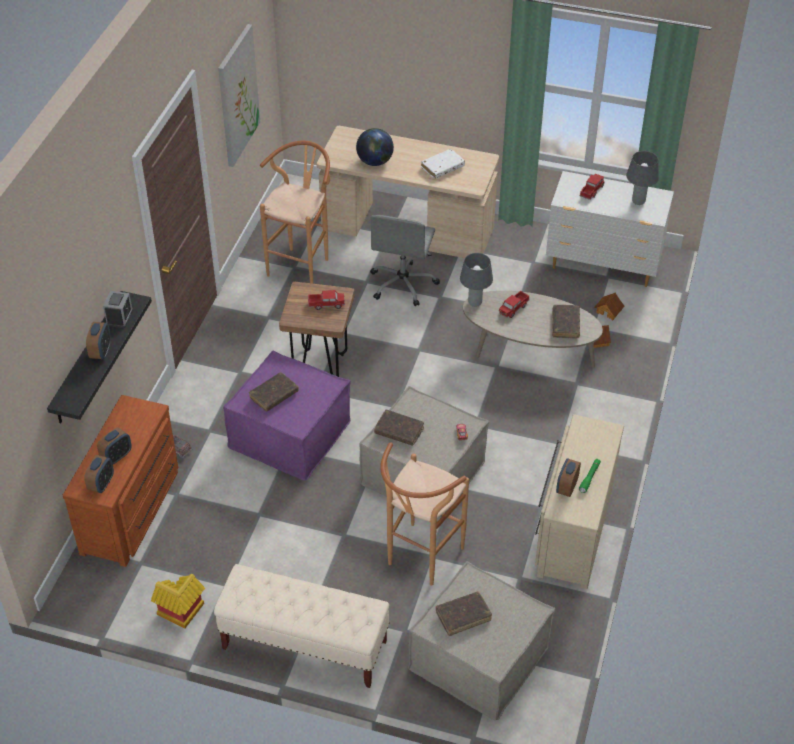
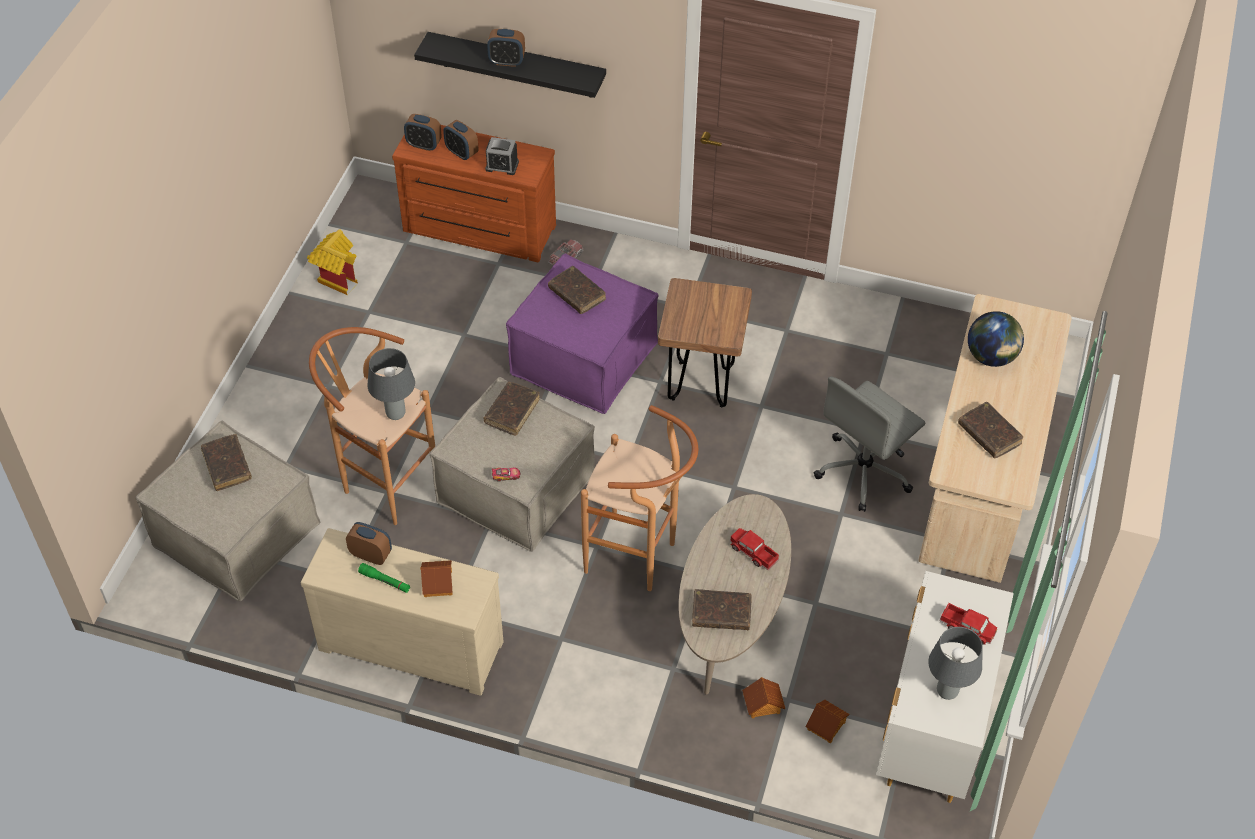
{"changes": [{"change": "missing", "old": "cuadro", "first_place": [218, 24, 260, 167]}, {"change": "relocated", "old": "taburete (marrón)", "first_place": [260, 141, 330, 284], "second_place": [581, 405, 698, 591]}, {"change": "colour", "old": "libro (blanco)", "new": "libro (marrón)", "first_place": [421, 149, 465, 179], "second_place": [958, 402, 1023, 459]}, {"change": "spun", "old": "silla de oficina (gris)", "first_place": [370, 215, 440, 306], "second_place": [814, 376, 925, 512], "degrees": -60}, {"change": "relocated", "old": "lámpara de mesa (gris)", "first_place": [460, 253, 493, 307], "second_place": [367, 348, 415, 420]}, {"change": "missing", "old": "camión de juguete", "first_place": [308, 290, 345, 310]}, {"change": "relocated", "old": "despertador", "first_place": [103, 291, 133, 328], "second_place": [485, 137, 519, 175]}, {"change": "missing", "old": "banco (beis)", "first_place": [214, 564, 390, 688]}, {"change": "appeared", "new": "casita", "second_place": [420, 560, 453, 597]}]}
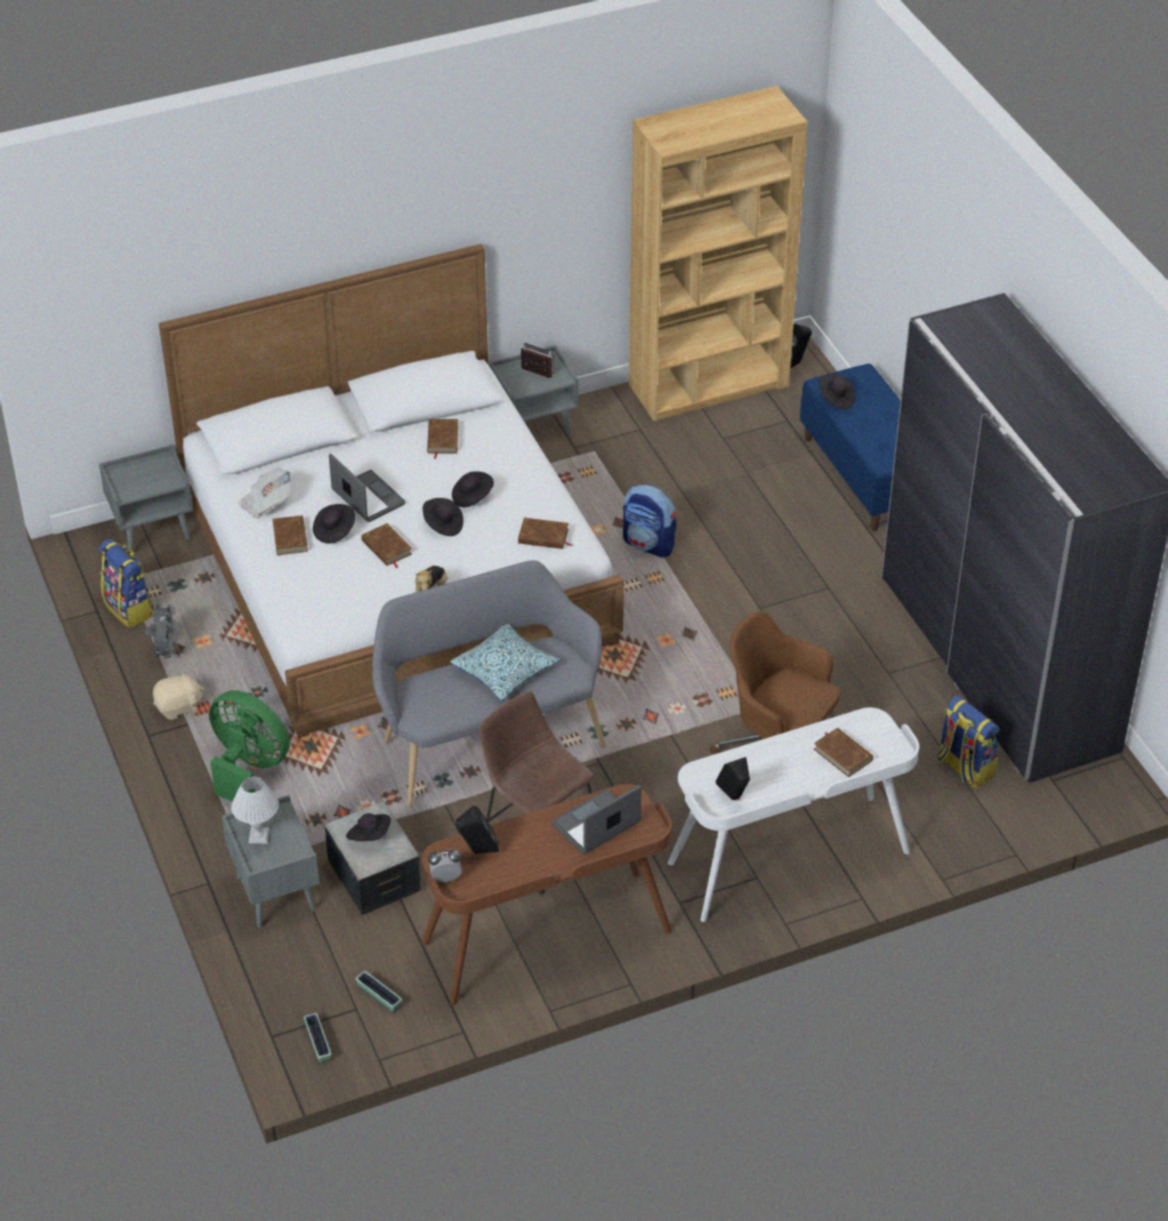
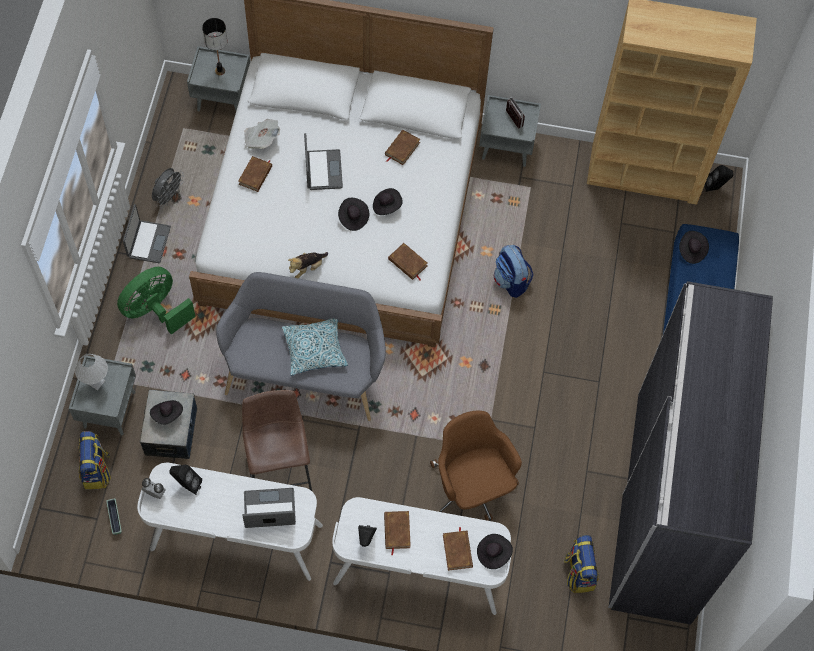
{"changes": [{"change": "relocated", "old": "sombrero (negro)", "first_place": [313, 504, 355, 544], "second_place": [477, 534, 513, 569]}, {"change": "relocated", "old": "libro (marrón)", "first_place": [361, 523, 412, 568], "second_place": [384, 511, 411, 555]}, {"change": "relocated", "old": "mochila", "first_place": [99, 539, 154, 628], "second_place": [79, 431, 111, 490]}, {"change": "exchanged", "old": "peluche (beis)", "new": "portátil", "first_place": [153, 670, 204, 720], "second_place": [123, 204, 171, 263]}, {"change": "spun", "old": "ventilador (verde)", "first_place": [209, 690, 290, 802], "second_place": [117, 267, 196, 335], "degrees": -105}, {"change": "colour", "old": "escritorio (marrón)", "new": "escritorio (blanco)", "first_place": [422, 784, 672, 1006], "second_place": [137, 463, 323, 581]}, {"change": "missing", "old": "maceta", "first_place": [304, 1013, 331, 1063]}, {"change": "appeared", "new": "lámpara de mesa", "second_place": [202, 18, 228, 75]}]}
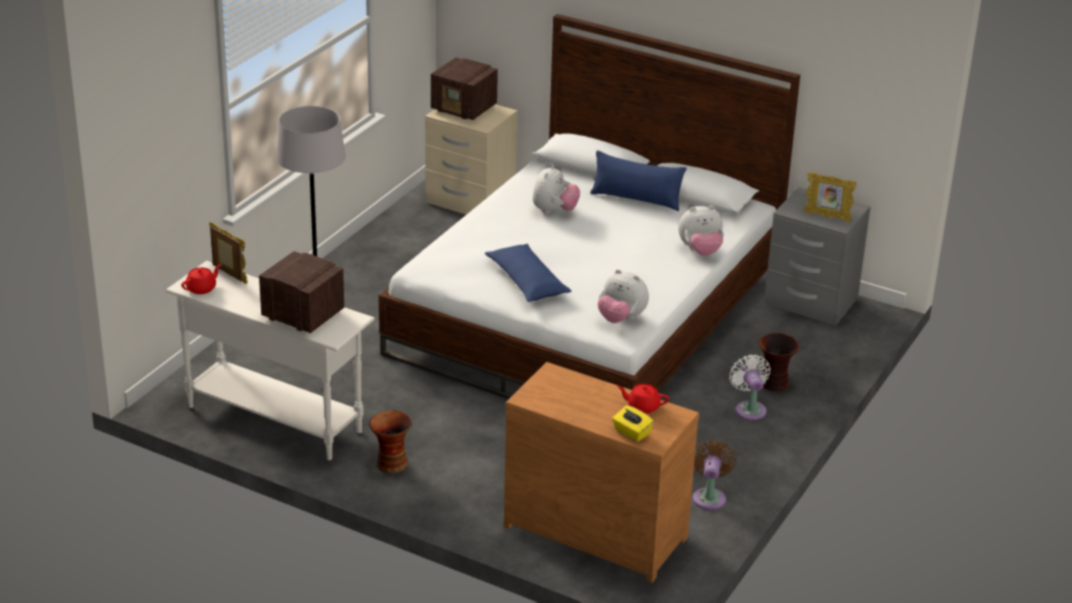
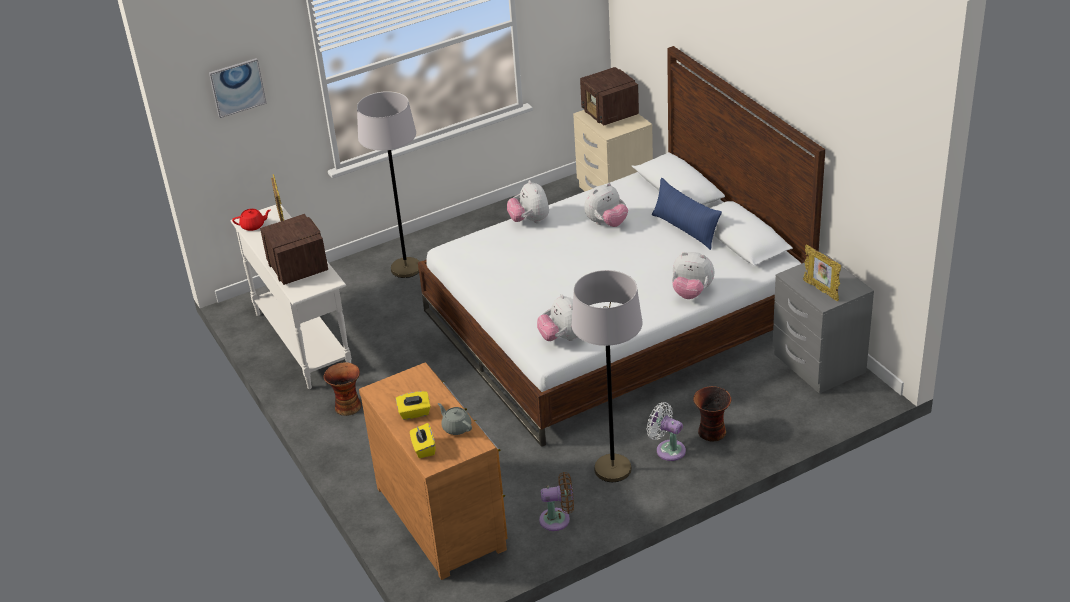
{"changes": [{"change": "missing", "old": "cojín (azul)", "first_place": [485, 244, 572, 302]}, {"change": "spun", "old": "ventilador (blanco)", "first_place": [729, 355, 771, 420], "second_place": [647, 402, 686, 461], "degrees": -75}, {"change": "colour", "old": "tetera (rojo)", "new": "tetera (gris)", "first_place": [617, 384, 669, 414], "second_place": [438, 403, 472, 435]}, {"change": "spun", "old": "ventilador (marrón)", "first_place": [693, 440, 736, 510], "second_place": [539, 472, 574, 531], "degrees": 45}, {"change": "appeared", "new": "cuadro", "second_place": [209, 58, 267, 118]}, {"change": "appeared", "new": "peluche", "second_place": [507, 180, 549, 223]}, {"change": "appeared", "new": "lámpara de pie (gris)", "second_place": [571, 270, 643, 482]}, {"change": "appeared", "new": "caja de pañuelos (amarillo)", "second_place": [396, 391, 431, 420]}]}
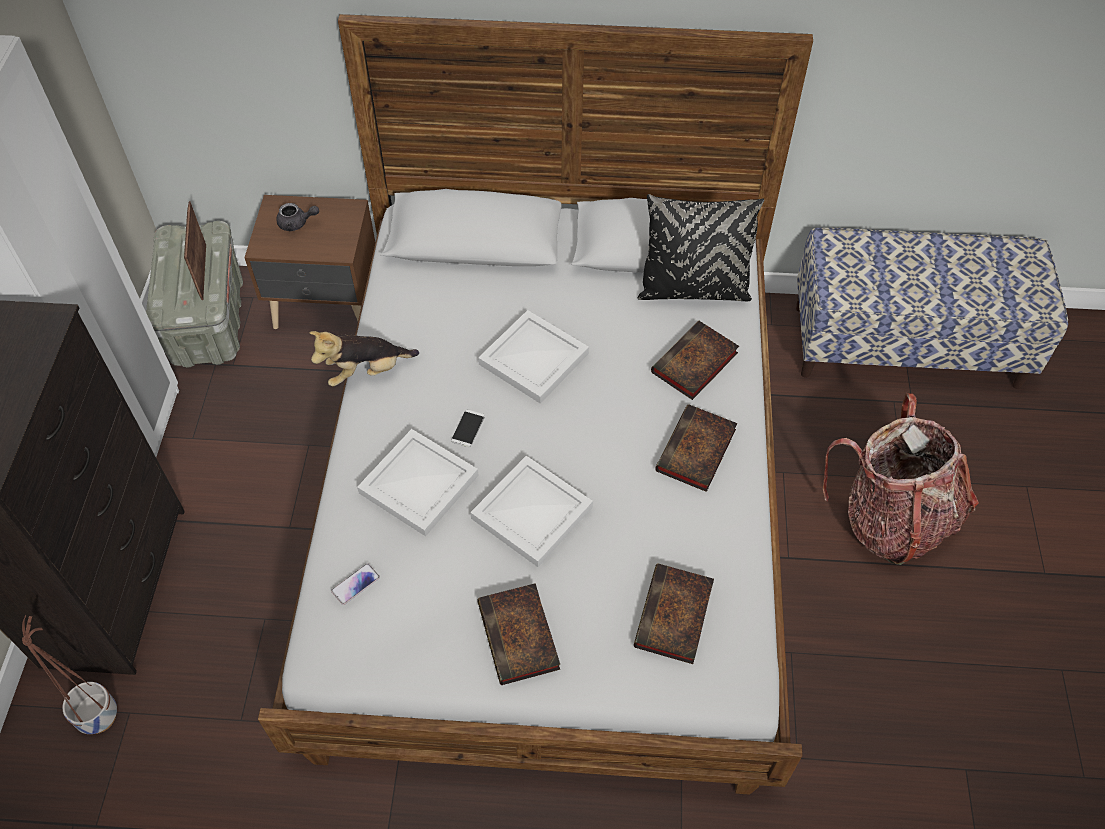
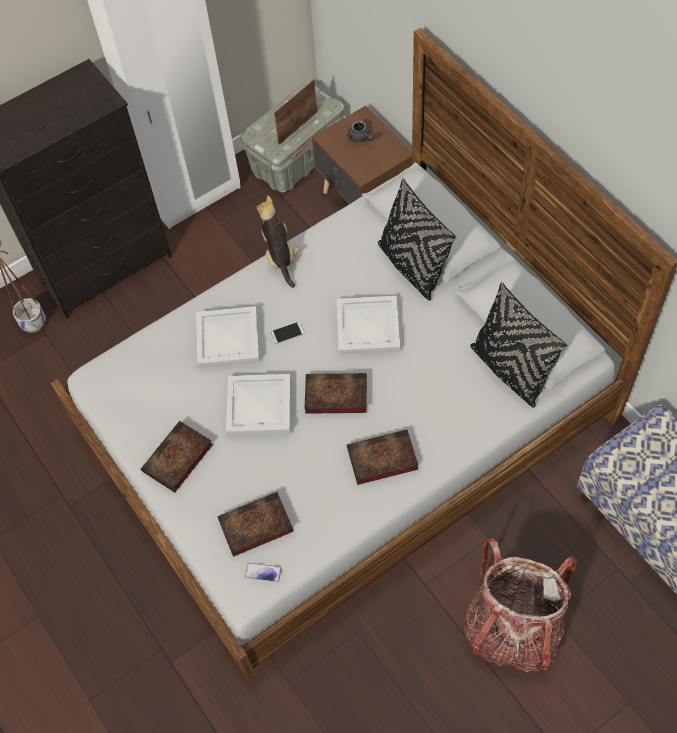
{"changes": [{"change": "relocated", "old": "libro", "first_place": [651, 321, 739, 400], "second_place": [304, 373, 367, 414]}, {"change": "spun", "old": "peluche", "first_place": [309, 331, 419, 386], "second_place": [257, 196, 299, 288], "degrees": 45}, {"change": "relocated", "old": "móvil", "first_place": [331, 563, 380, 605], "second_place": [245, 563, 281, 582]}, {"change": "appeared", "new": "cojín (negro)", "second_place": [378, 178, 457, 301]}]}
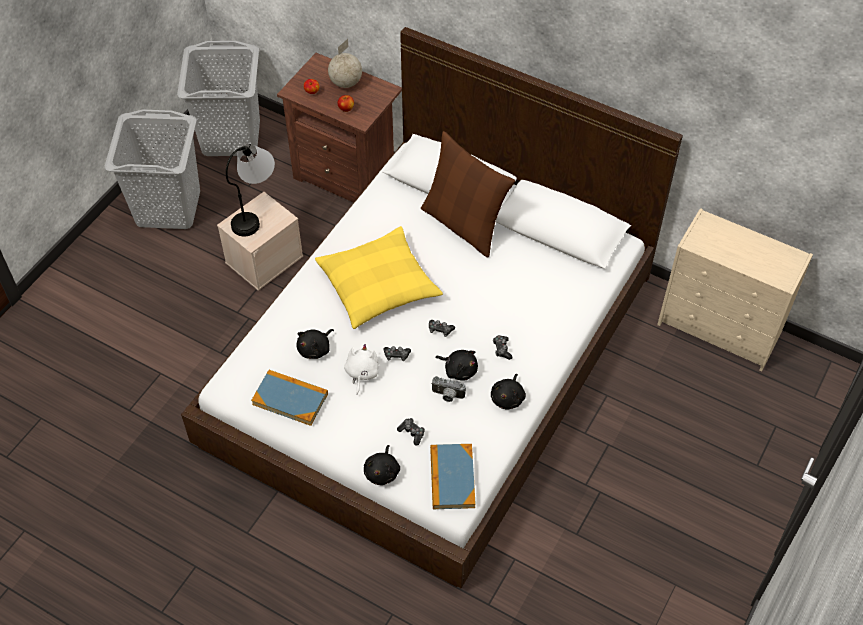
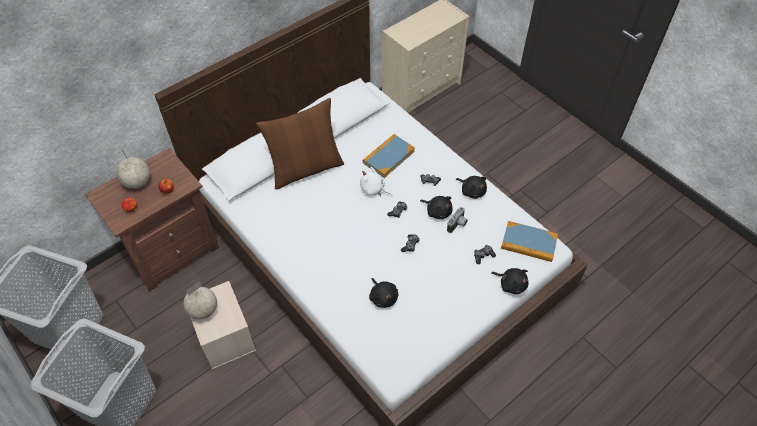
{"changes": [{"change": "exchanged", "old": "lámpara de mesa", "new": "globo terráqueo", "first_place": [226, 144, 275, 236], "second_place": [184, 282, 217, 319]}, {"change": "missing", "old": "cojín (amarillo)", "first_place": [315, 226, 443, 329]}, {"change": "relocated", "old": "peluche (blanco)", "first_place": [344, 344, 379, 395], "second_place": [360, 167, 392, 196]}, {"change": "spun", "old": "peluche (negro)", "first_place": [435, 350, 478, 381], "second_place": [420, 196, 453, 219], "degrees": 75}, {"change": "relocated", "old": "libro", "first_place": [251, 370, 328, 426], "second_place": [363, 134, 415, 178]}]}
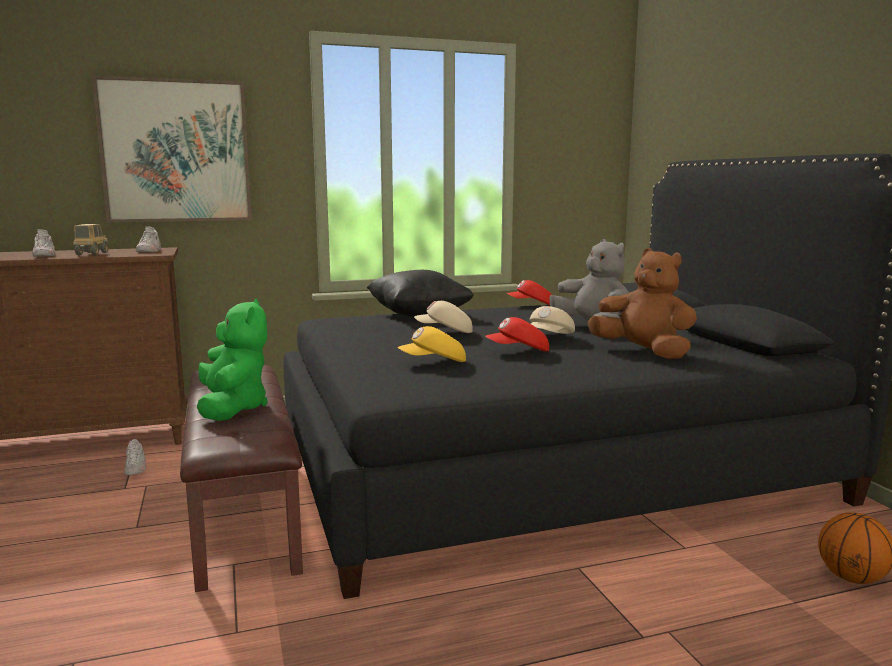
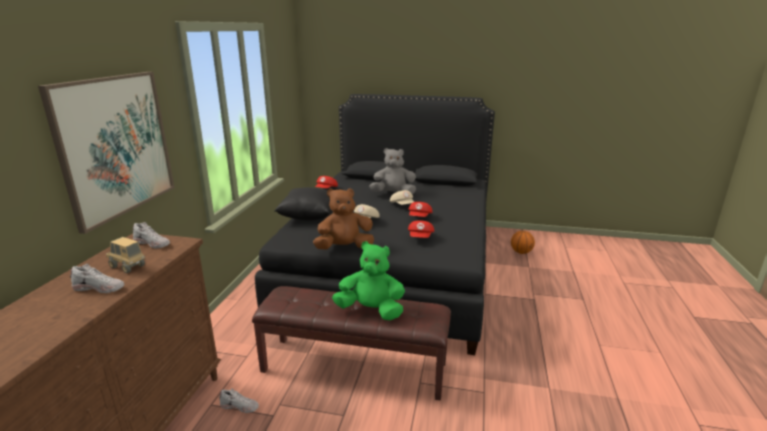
{"changes": [{"change": "relocated", "old": "peluche (marrón)", "first_place": [588, 248, 697, 359], "second_place": [313, 188, 374, 250]}, {"change": "colour", "old": "gorra (amarillo)", "new": "gorra (rojo)", "first_place": [398, 326, 466, 362], "second_place": [408, 220, 434, 238]}]}
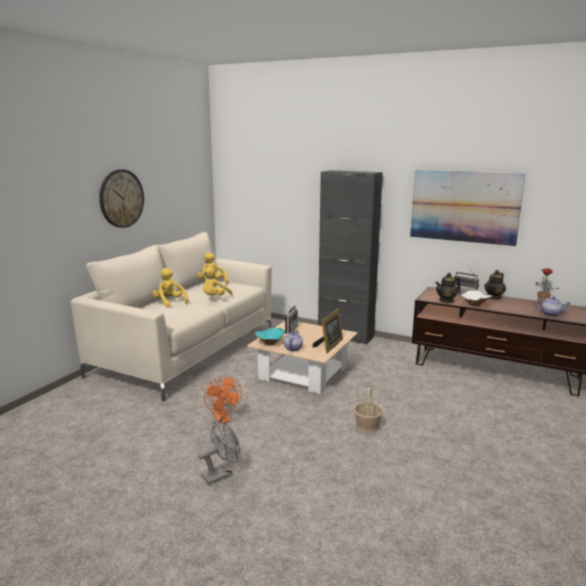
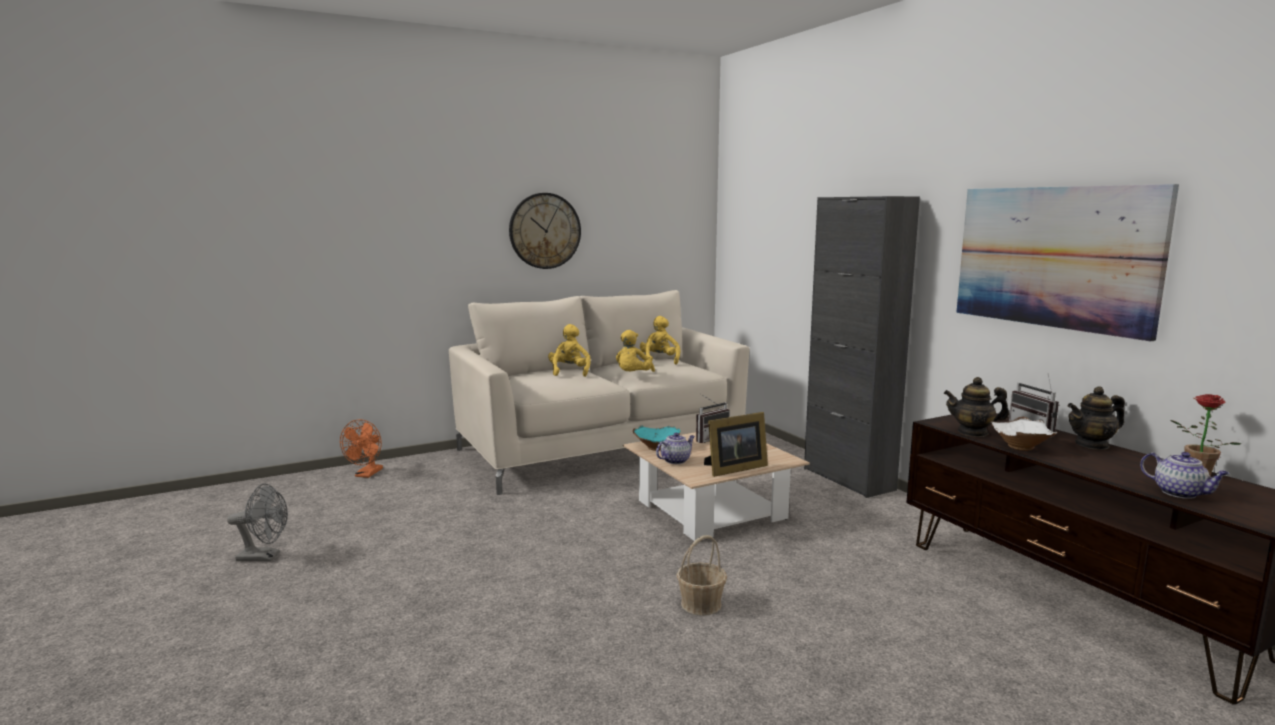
{"changes": [{"change": "spun", "old": "peluche (amarillo)", "first_place": [203, 267, 233, 295], "second_place": [616, 330, 655, 372], "degrees": -45}, {"change": "relocated", "old": "ventilador (naranja)", "first_place": [204, 376, 242, 424], "second_place": [340, 419, 383, 478]}, {"change": "relocated", "old": "ventilador (gris)", "first_place": [197, 421, 240, 485], "second_place": [227, 484, 288, 561]}]}
